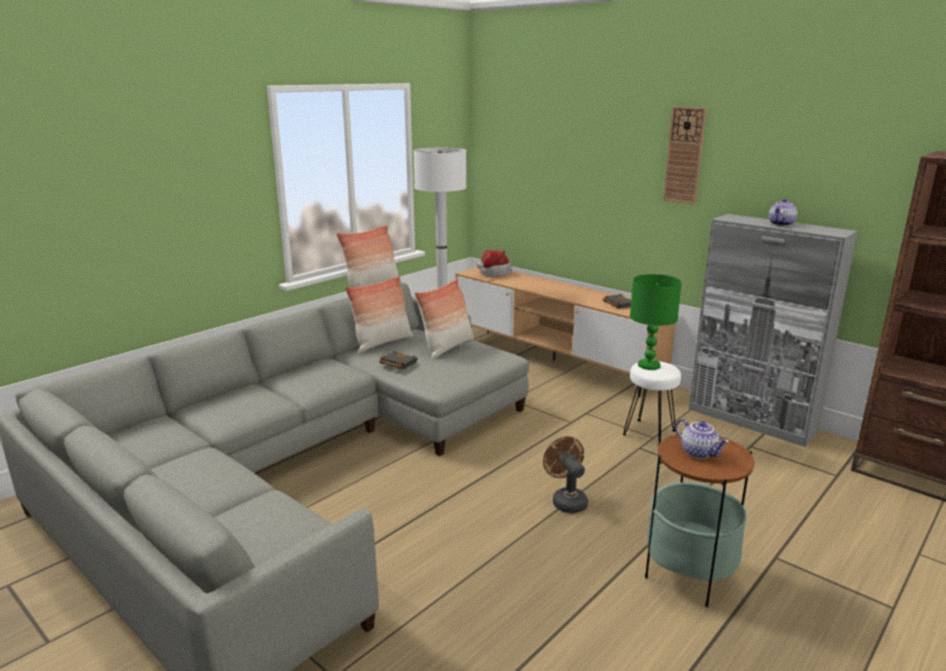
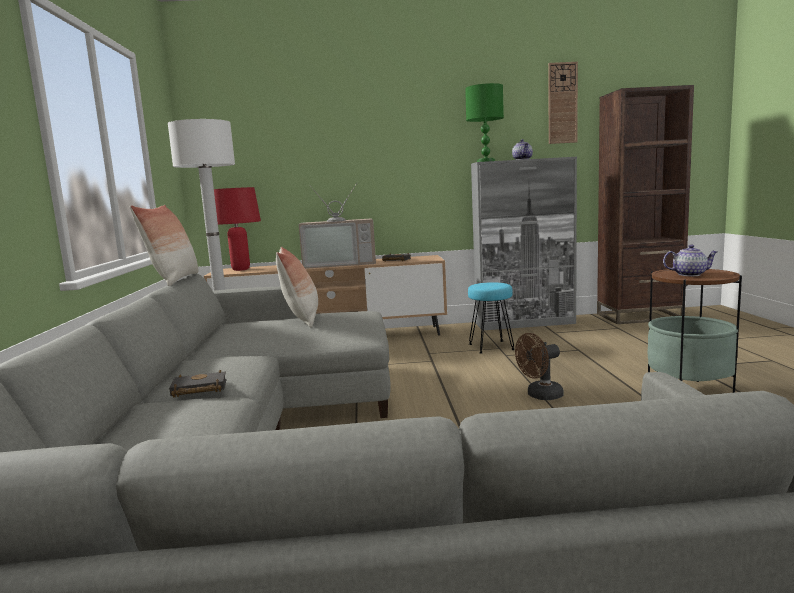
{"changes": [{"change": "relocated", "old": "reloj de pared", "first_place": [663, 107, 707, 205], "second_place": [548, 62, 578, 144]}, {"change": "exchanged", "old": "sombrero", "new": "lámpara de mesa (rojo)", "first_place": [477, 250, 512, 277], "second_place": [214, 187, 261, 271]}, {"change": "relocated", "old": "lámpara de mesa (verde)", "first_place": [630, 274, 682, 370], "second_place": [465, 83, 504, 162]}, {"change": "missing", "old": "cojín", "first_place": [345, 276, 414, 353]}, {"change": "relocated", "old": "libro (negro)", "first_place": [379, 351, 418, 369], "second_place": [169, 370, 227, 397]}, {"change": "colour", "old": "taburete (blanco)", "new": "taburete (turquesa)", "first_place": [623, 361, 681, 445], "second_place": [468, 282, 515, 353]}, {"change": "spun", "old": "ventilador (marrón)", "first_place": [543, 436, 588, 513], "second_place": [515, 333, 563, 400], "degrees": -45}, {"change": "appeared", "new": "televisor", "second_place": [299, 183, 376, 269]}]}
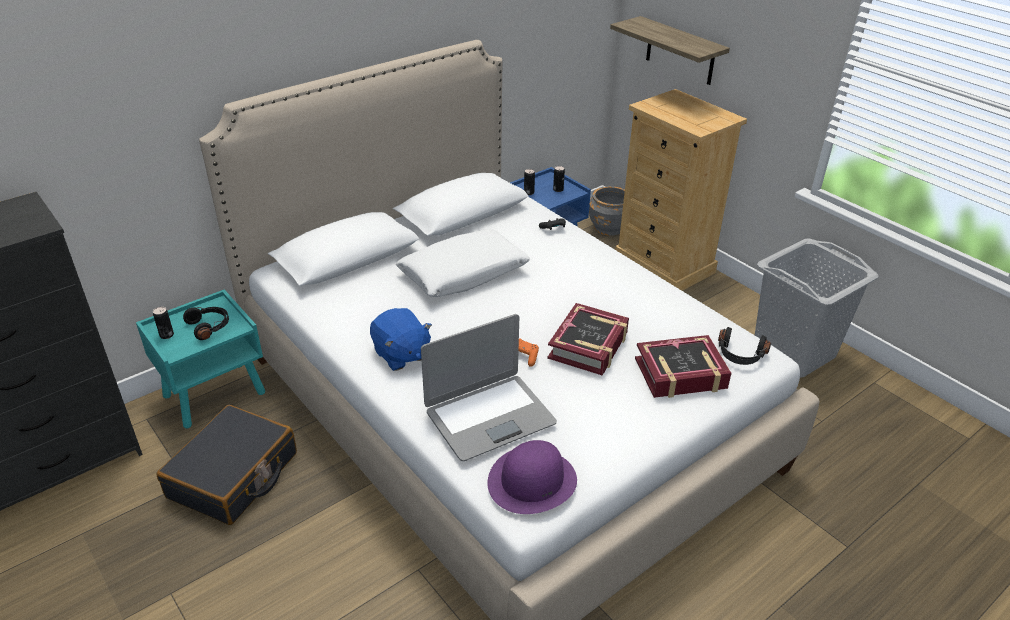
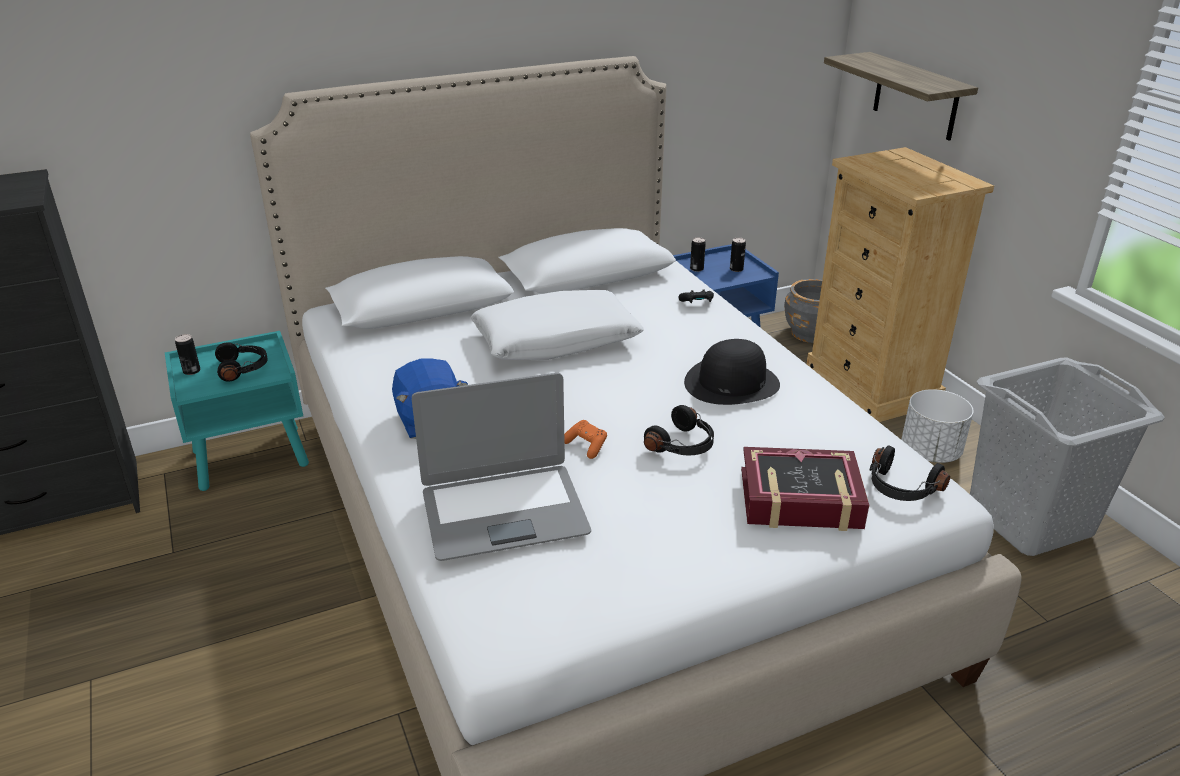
{"changes": [{"change": "exchanged", "old": "libro", "new": "auriculares (negro)", "first_place": [547, 303, 629, 376], "second_place": [644, 405, 714, 455]}, {"change": "missing", "old": "maleta (negro)", "first_place": [156, 405, 297, 525]}, {"change": "missing", "old": "sombrero (morado)", "first_place": [487, 440, 577, 514]}, {"change": "appeared", "new": "sombrero (negro)", "second_place": [684, 339, 780, 405]}, {"change": "appeared", "new": "maceta (blanco)", "second_place": [901, 389, 974, 463]}]}
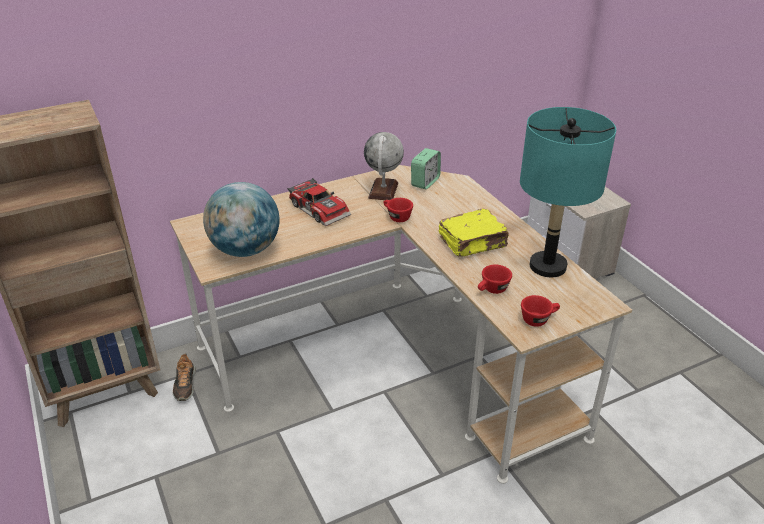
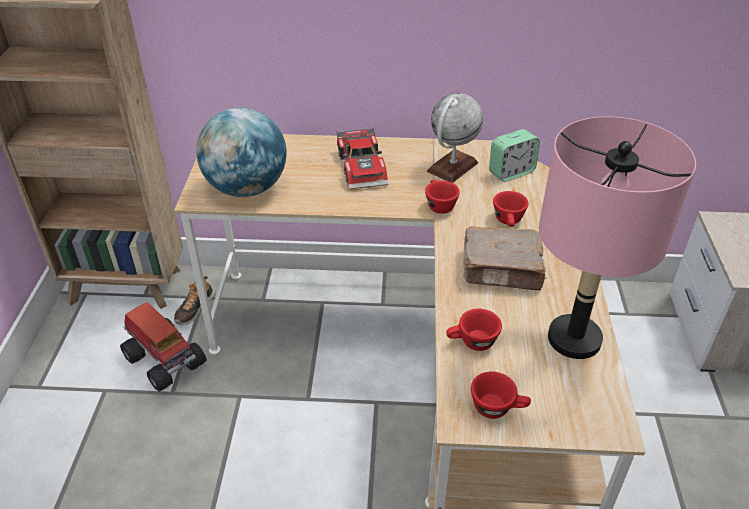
{"changes": [{"change": "colour", "old": "lámpara de mesa (turquesa)", "new": "lámpara de mesa (rosa)", "first_place": [520, 107, 616, 277], "second_place": [539, 116, 696, 359]}, {"change": "colour", "old": "libro (amarillo)", "new": "libro (marrón)", "first_place": [439, 209, 509, 257], "second_place": [463, 227, 546, 290]}, {"change": "appeared", "new": "taza (rojo)", "second_place": [493, 191, 529, 227]}, {"change": "appeared", "new": "camión de juguete", "second_place": [120, 302, 206, 392]}]}
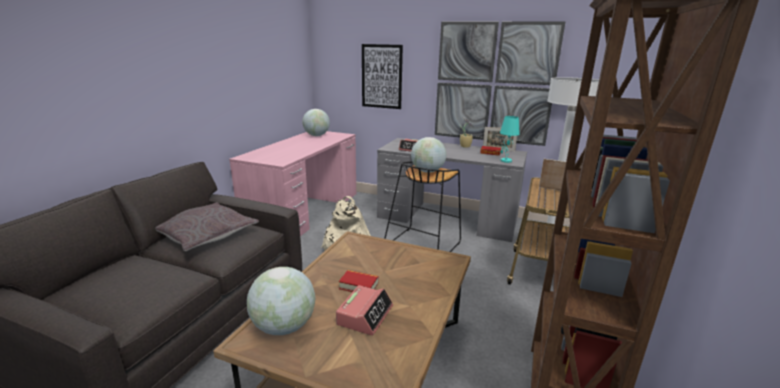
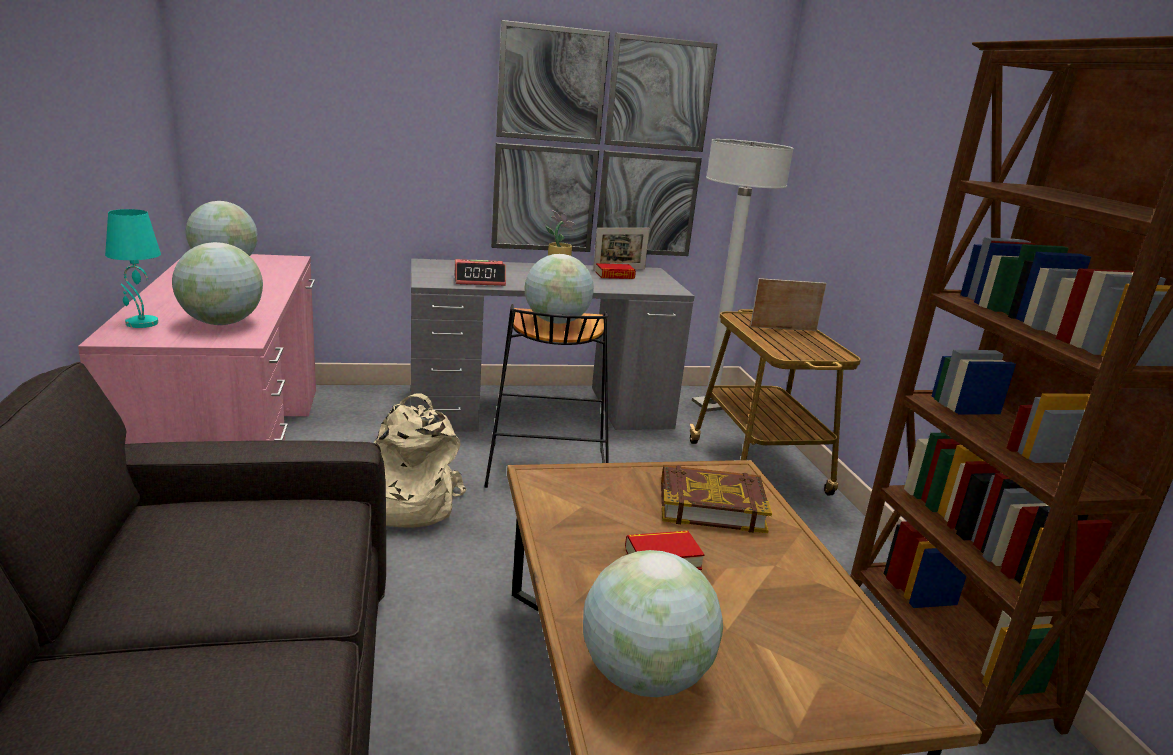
{"changes": [{"change": "missing", "old": "cuadro", "first_place": [362, 44, 403, 109]}, {"change": "relocated", "old": "lámpara de mesa (turquesa)", "first_place": [500, 116, 520, 163], "second_place": [105, 209, 161, 328]}, {"change": "missing", "old": "cojín (gris)", "first_place": [155, 202, 259, 251]}, {"change": "missing", "old": "despertador", "first_place": [336, 285, 393, 336]}, {"change": "appeared", "new": "globo terráqueo", "second_place": [172, 242, 263, 325]}, {"change": "appeared", "new": "libro", "second_place": [661, 465, 772, 533]}]}
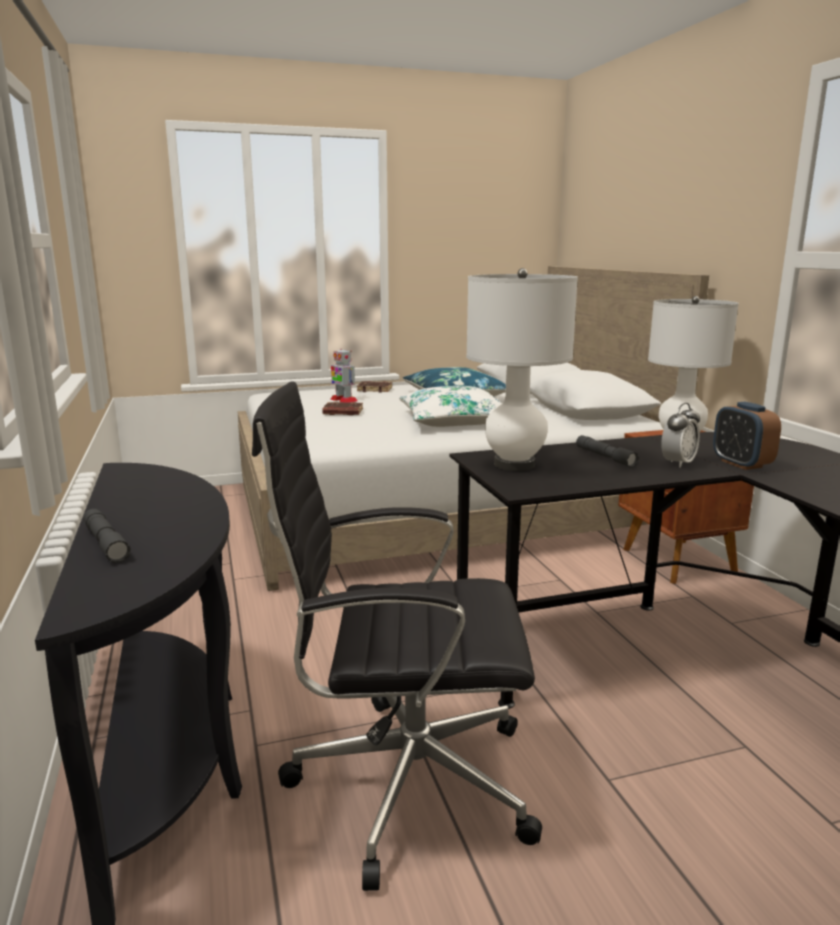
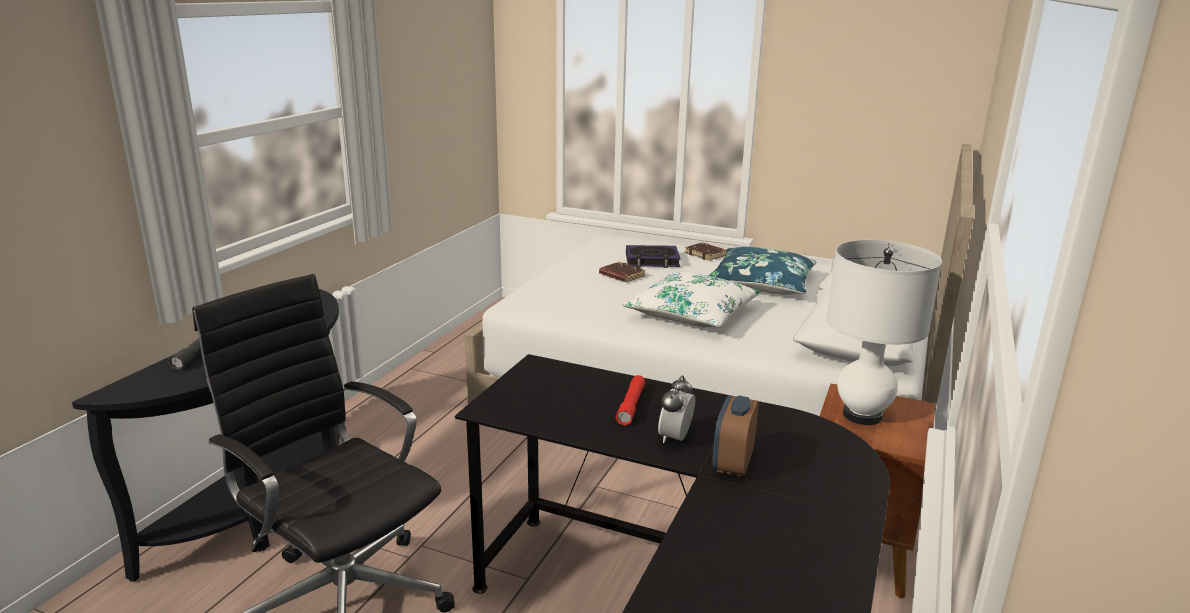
{"changes": [{"change": "missing", "old": "lámpara de mesa (blanco)", "first_place": [466, 268, 578, 471]}, {"change": "exchanged", "old": "robot de juguete", "new": "libro", "first_place": [330, 349, 358, 403], "second_place": [626, 245, 681, 268]}, {"change": "spun", "old": "despertador", "first_place": [661, 403, 700, 468], "second_place": [658, 375, 695, 443], "degrees": 120}, {"change": "colour", "old": "linterna (gris)", "new": "linterna (rojo)", "first_place": [576, 435, 639, 468], "second_place": [616, 375, 645, 426]}]}
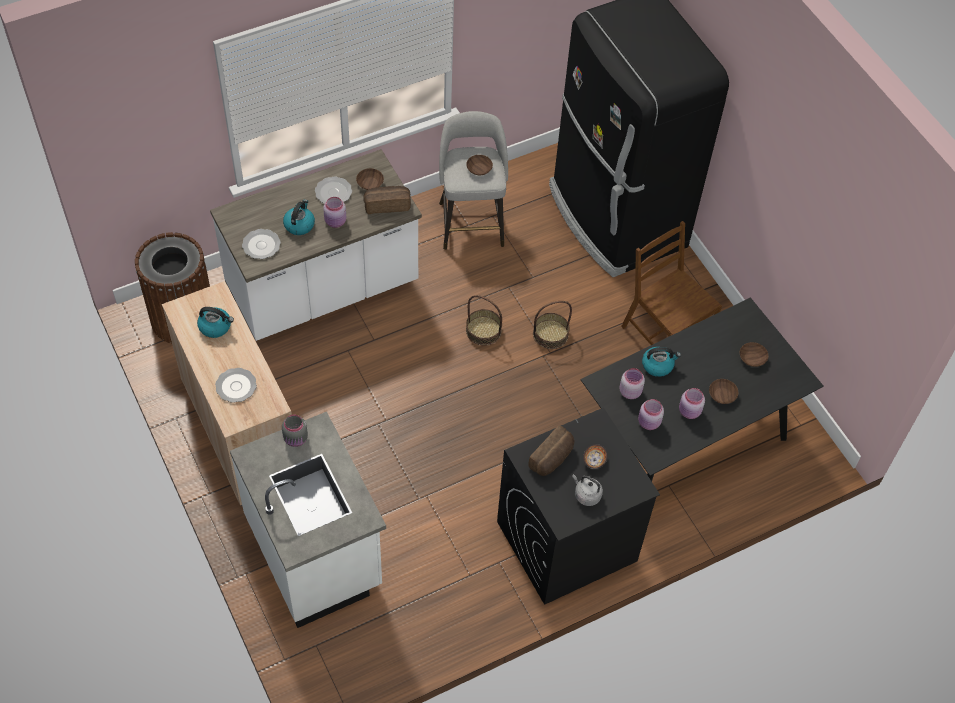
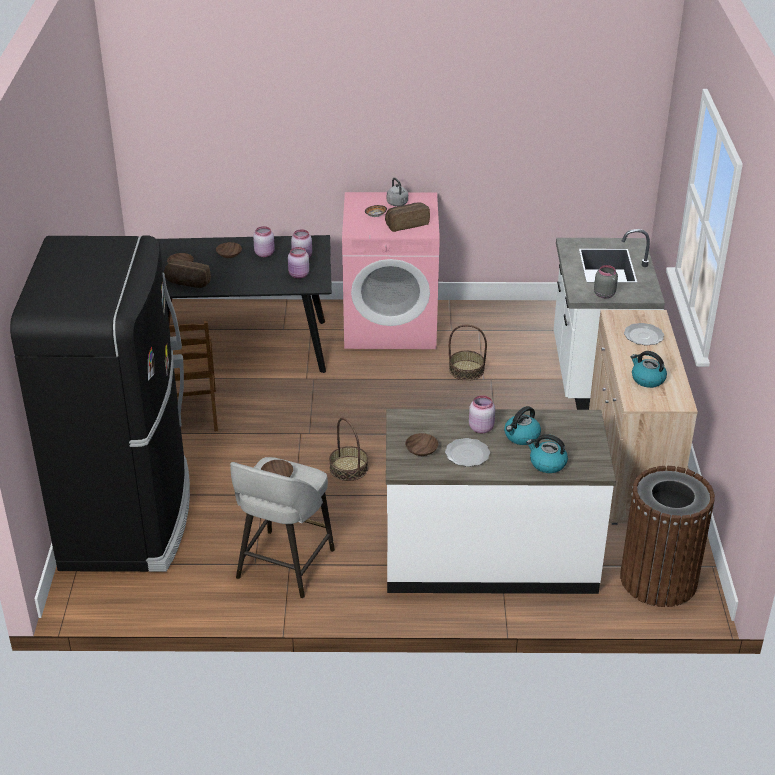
{"changes": [{"change": "relocated", "old": "pan", "first_place": [363, 186, 411, 214], "second_place": [164, 259, 211, 288]}, {"change": "missing", "old": "plato", "first_place": [242, 229, 281, 259]}, {"change": "relocated", "old": "cesta", "first_place": [533, 301, 572, 349], "second_place": [449, 325, 487, 381]}, {"change": "relocated", "old": "hervidor", "first_place": [642, 347, 681, 377], "second_place": [526, 434, 568, 473]}, {"change": "colour", "old": "lavadora (negro)", "new": "lavadora (rosa)", "first_place": [497, 407, 660, 605], "second_place": [342, 192, 440, 349]}]}
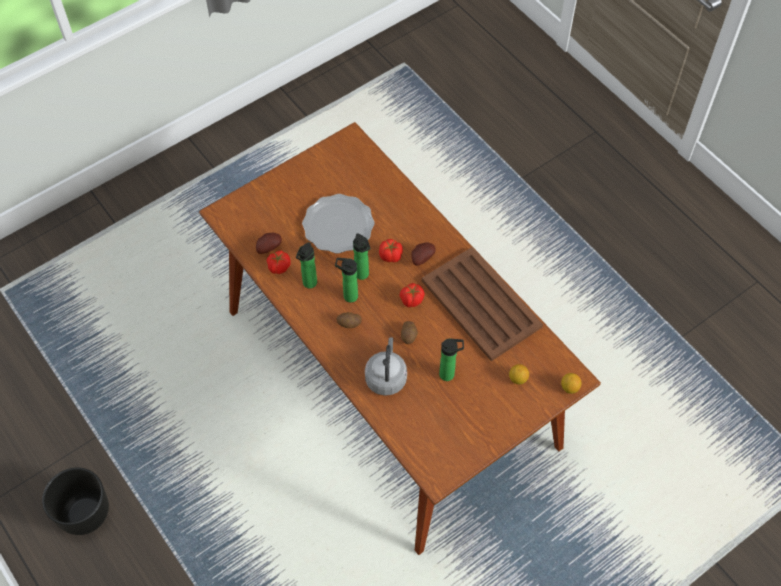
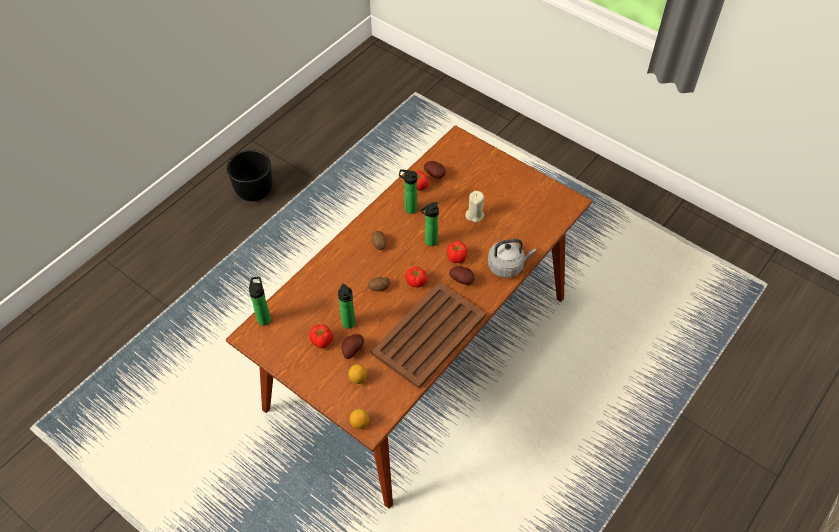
{"changes": [{"change": "exchanged", "old": "plato", "new": "vela (beis)", "first_place": [302, 194, 375, 254], "second_place": [466, 191, 484, 222]}, {"change": "relocated", "old": "botella", "first_place": [335, 258, 358, 303], "second_place": [249, 277, 271, 326]}, {"change": "relocated", "old": "hervidor (gris)", "first_place": [365, 337, 407, 396], "second_place": [488, 239, 536, 278]}, {"change": "appeared", "new": "tomate", "second_place": [309, 325, 333, 348]}, {"change": "appeared", "new": "patata", "second_place": [341, 334, 364, 359]}]}
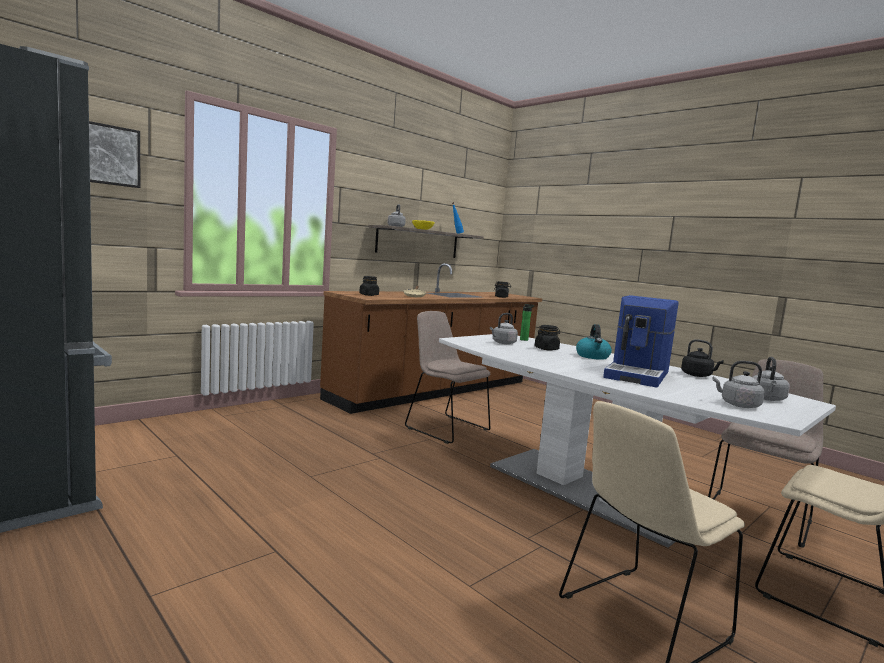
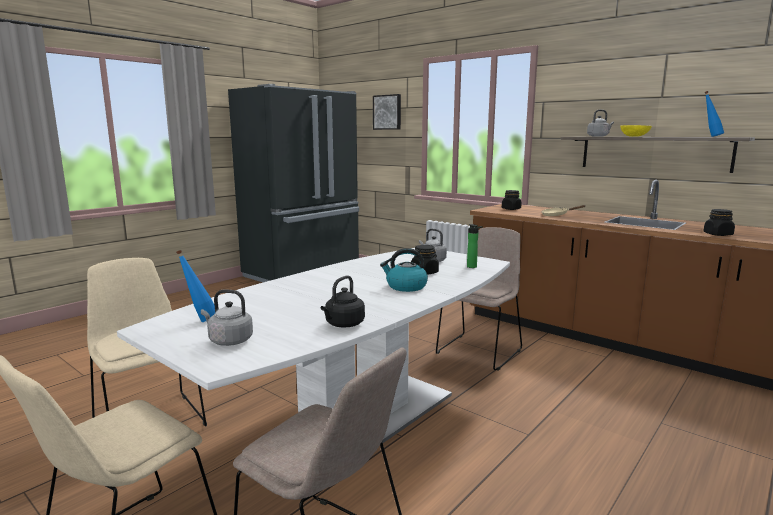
{"changes": [{"change": "missing", "old": "cafetera", "first_place": [603, 295, 679, 388]}, {"change": "exchanged", "old": "hervidor (gris)", "new": "botella (azul)", "first_place": [712, 361, 765, 408], "second_place": [176, 250, 215, 322]}]}
